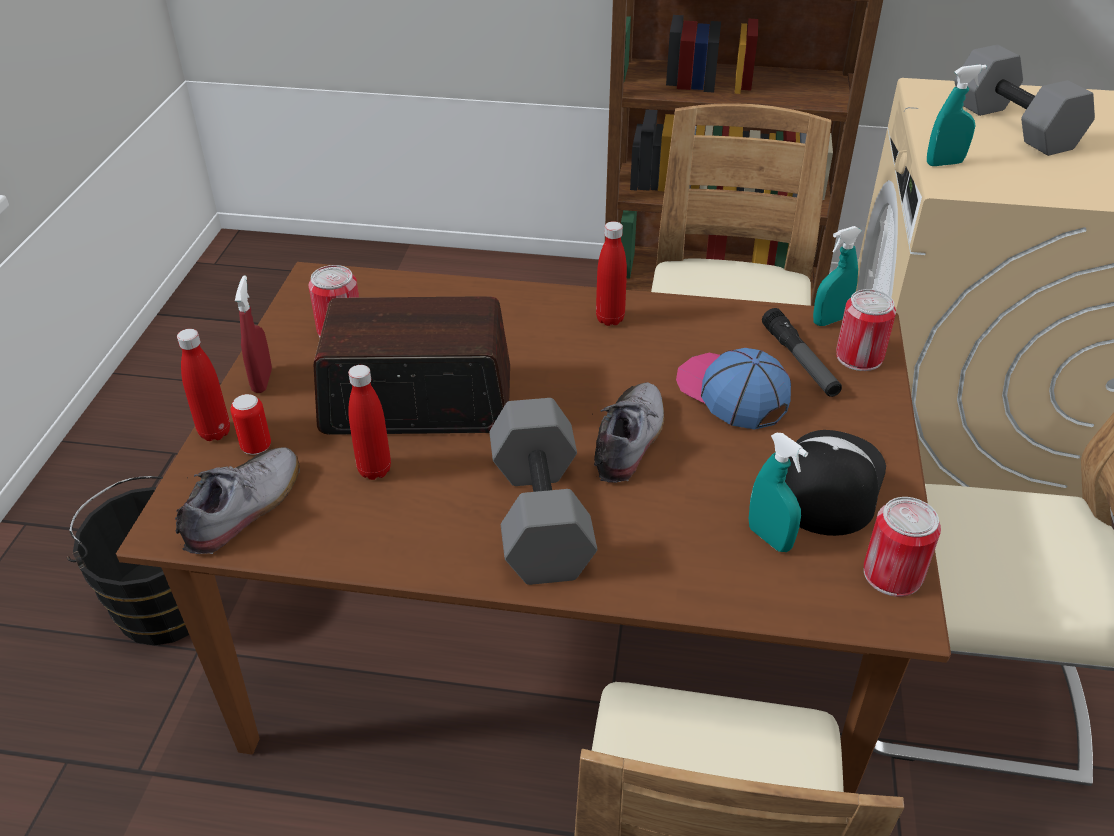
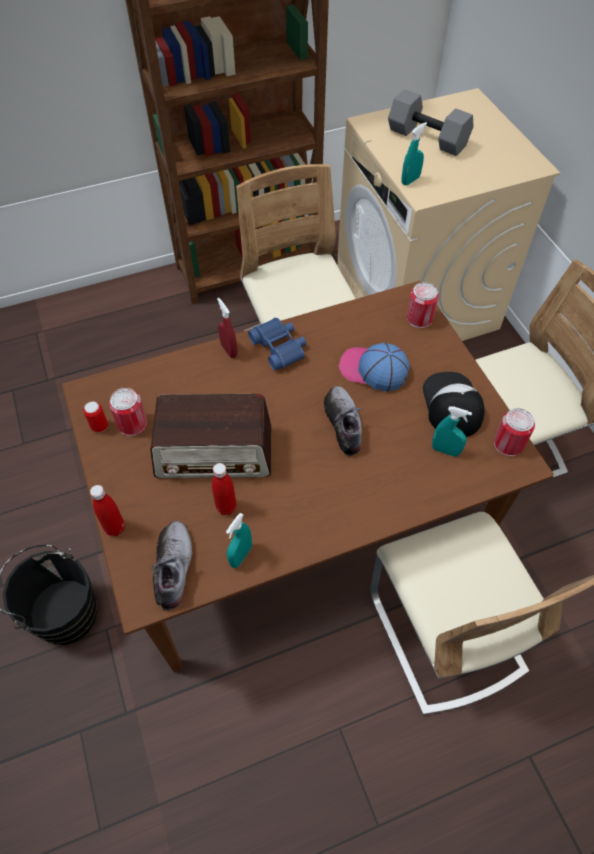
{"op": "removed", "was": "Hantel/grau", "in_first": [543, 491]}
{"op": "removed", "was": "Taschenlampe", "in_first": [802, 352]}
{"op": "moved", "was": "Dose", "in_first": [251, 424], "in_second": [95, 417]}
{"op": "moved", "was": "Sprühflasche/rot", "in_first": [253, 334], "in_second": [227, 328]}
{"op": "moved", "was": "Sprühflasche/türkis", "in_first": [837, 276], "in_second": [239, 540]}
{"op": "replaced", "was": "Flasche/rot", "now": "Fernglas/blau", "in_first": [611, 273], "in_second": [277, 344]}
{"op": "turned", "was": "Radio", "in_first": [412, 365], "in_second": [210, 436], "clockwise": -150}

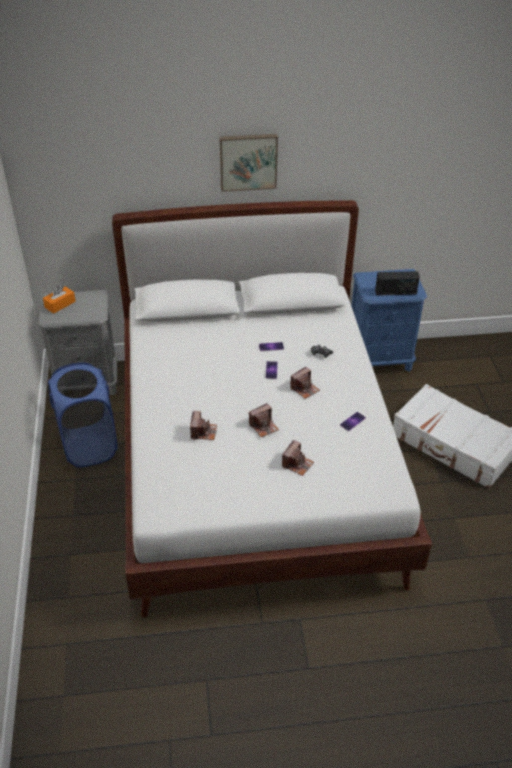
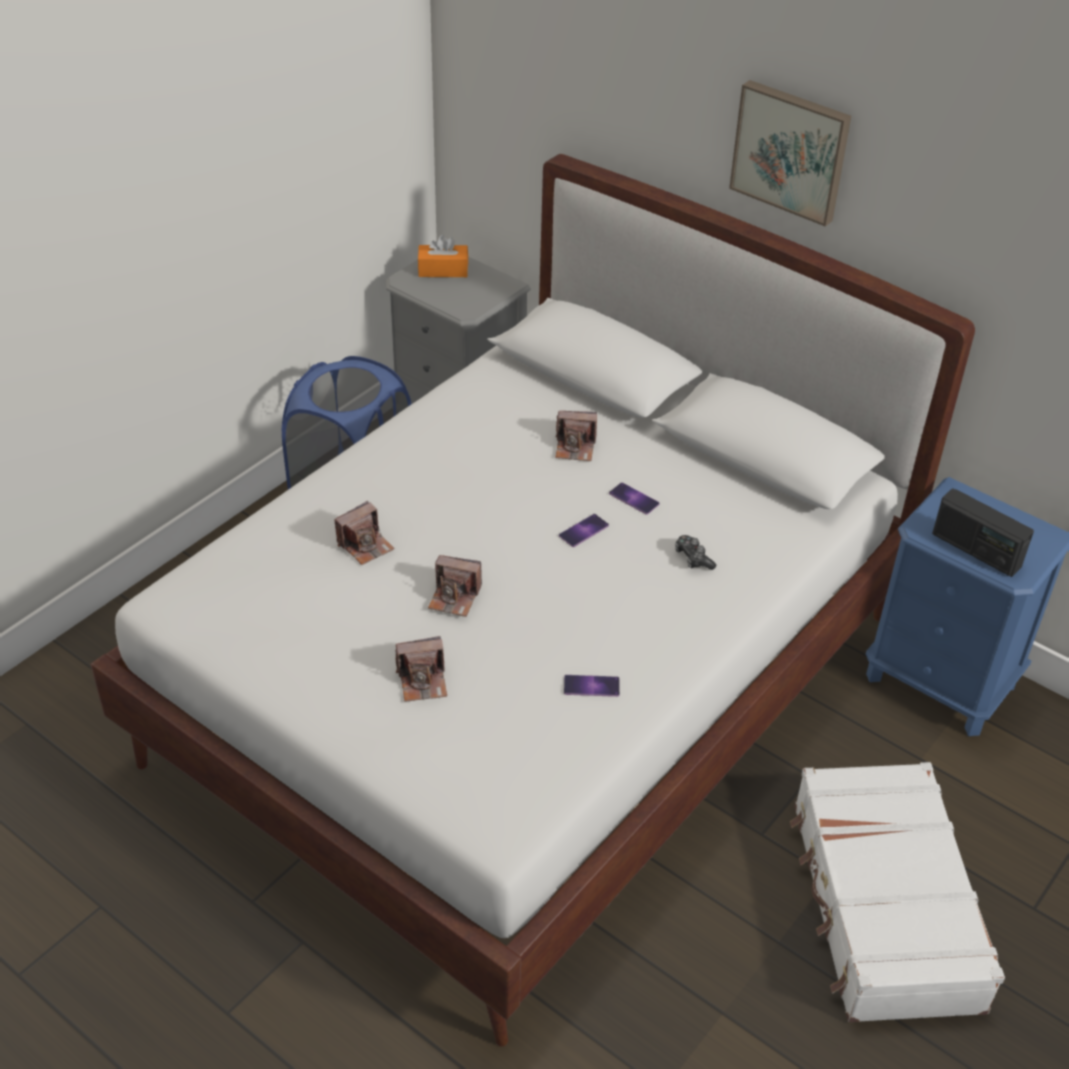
{"op": "moved", "was": "Kamera", "in_first": [305, 382], "in_second": [576, 436]}

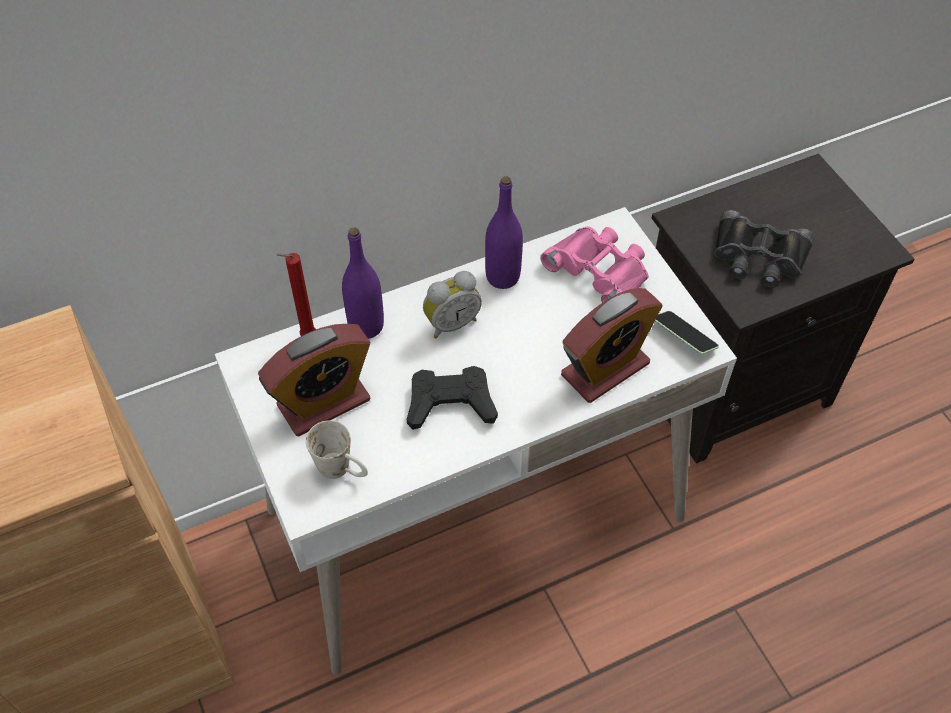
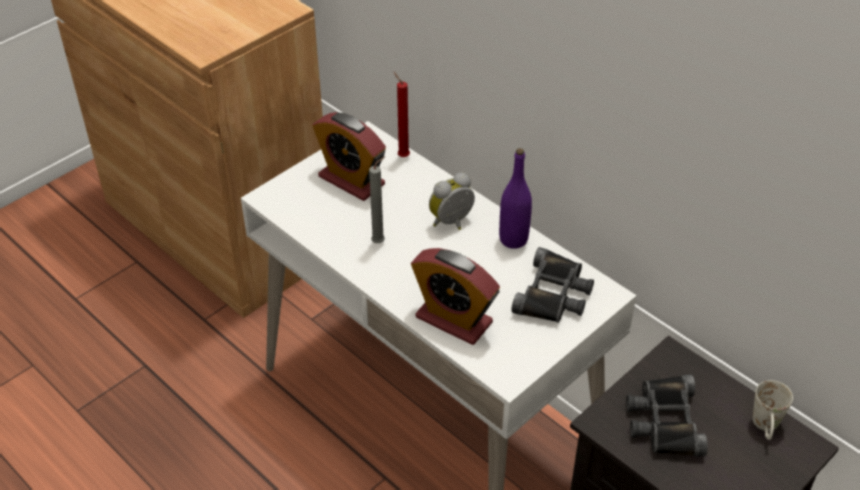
{"op": "removed", "was": "Flasche/lila", "in_first": [363, 283]}
{"op": "removed", "was": "Handy", "in_first": [687, 332]}
{"op": "moved", "was": "Henkelbecher/weiß", "in_first": [337, 449], "in_second": [772, 410]}
{"op": "replaced", "was": "Gamepad/schwarz", "now": "Kerze/grau", "in_first": [452, 398], "in_second": [377, 199]}
{"op": "recoloured", "was": "Fernglas/rosa", "now": "Fernglas/schwarz", "in_first": [594, 264], "in_second": [552, 285]}
{"op": "turned", "was": "Wecker", "in_first": [452, 305], "in_second": [452, 201], "clockwise": 105}

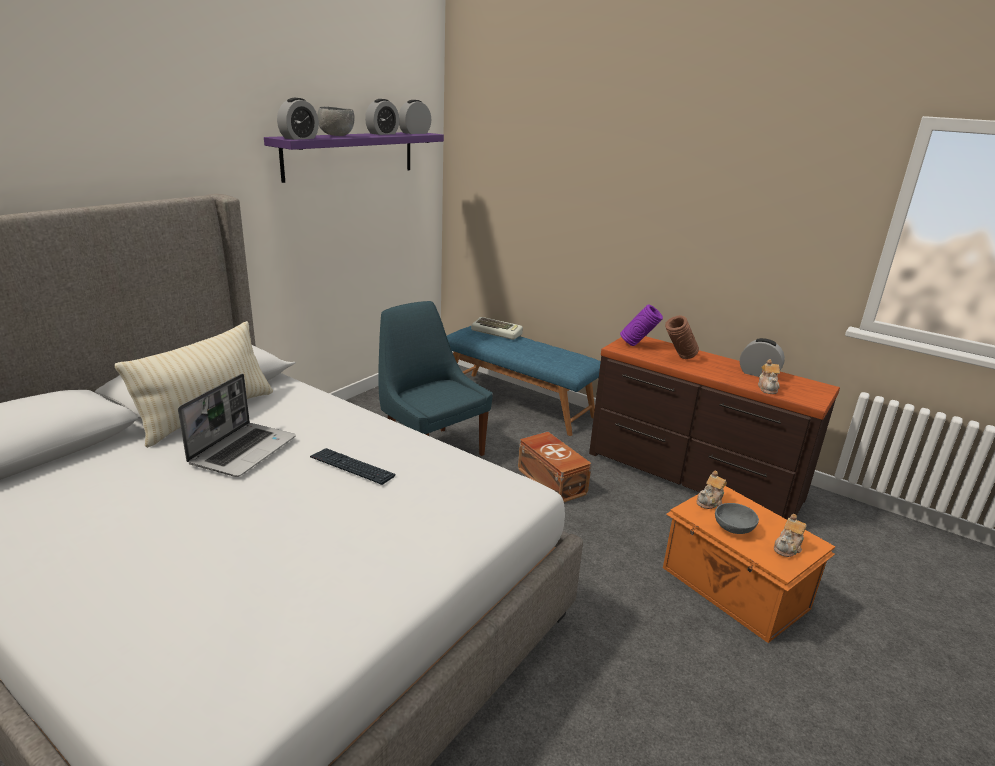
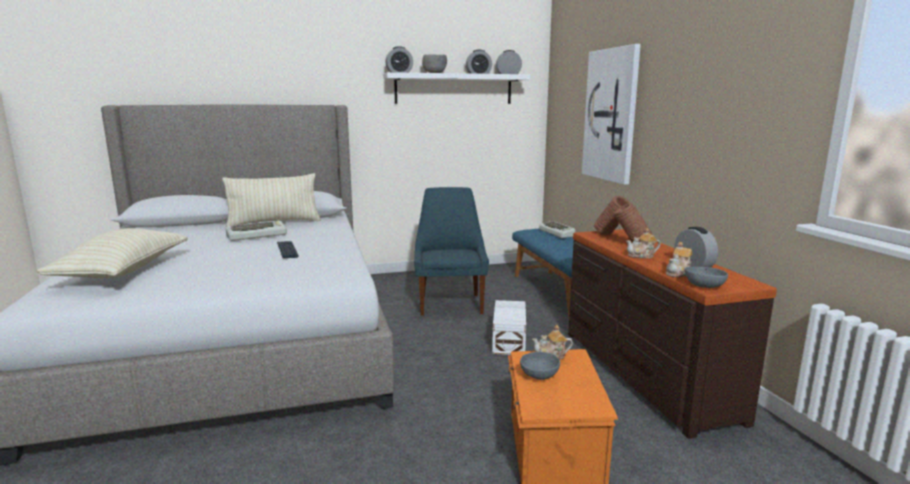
{"op": "added", "now": "Kissen/beige", "in_second": [112, 253]}
{"op": "added", "now": "Bild", "in_second": [611, 114]}
{"op": "added", "now": "Schüssel/grau", "in_second": [706, 277]}
{"op": "moved", "was": "Teekanne", "in_first": [790, 535], "in_second": [643, 243]}
{"op": "replaced", "was": "Laptop", "now": "Tastatur", "in_first": [237, 425], "in_second": [256, 231]}
{"op": "recoloured", "was": "Wandregal/lila", "now": "Wandregal/weiß", "in_first": [354, 157], "in_second": [456, 88]}
{"op": "recoloured", "was": "Aufbewahrungsbox/braun", "now": "Aufbewahrungsbox/weiß", "in_first": [555, 467], "in_second": [509, 327]}
{"op": "recoloured", "was": "Vase/lila", "now": "Vase/braun", "in_first": [641, 325], "in_second": [612, 215]}

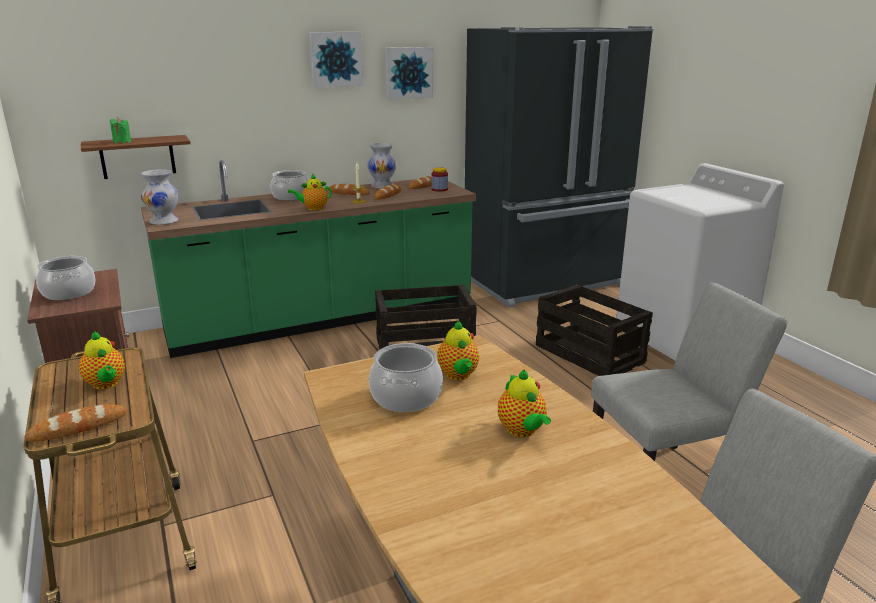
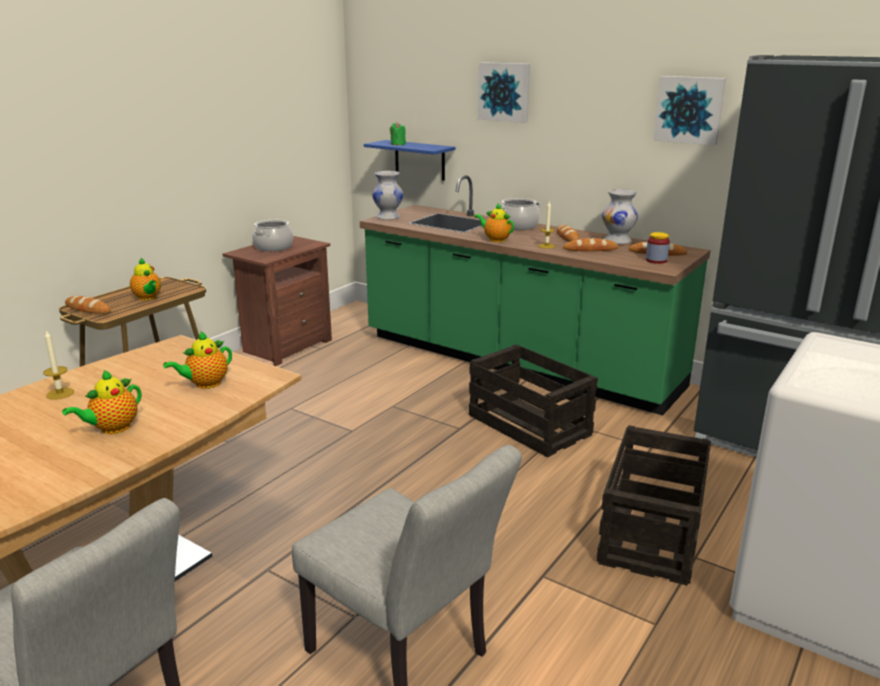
{"op": "removed", "was": "Kochtopf", "in_first": [406, 377]}
{"op": "added", "now": "Kerze", "in_second": [58, 365]}
{"op": "moved", "was": "Bild", "in_first": [336, 60], "in_second": [504, 92]}
{"op": "recoloured", "was": "Wandregal/braun", "now": "Wandregal/blau", "in_first": [136, 157], "in_second": [409, 160]}
{"op": "turned", "was": "Teekanne", "in_first": [102, 360], "in_second": [145, 279], "clockwise": -60}

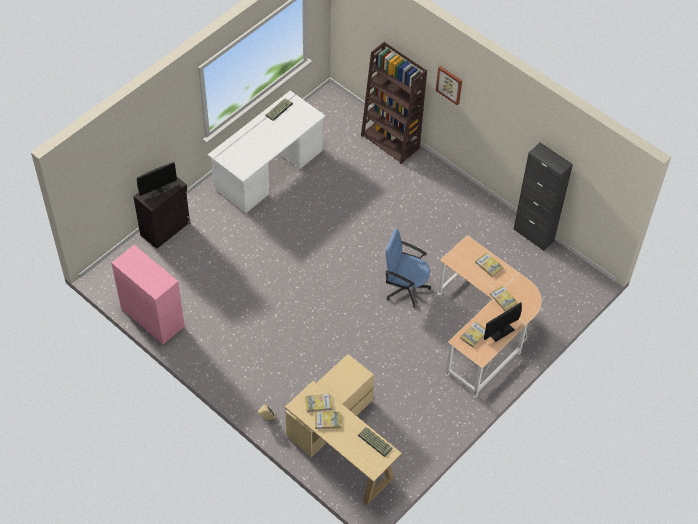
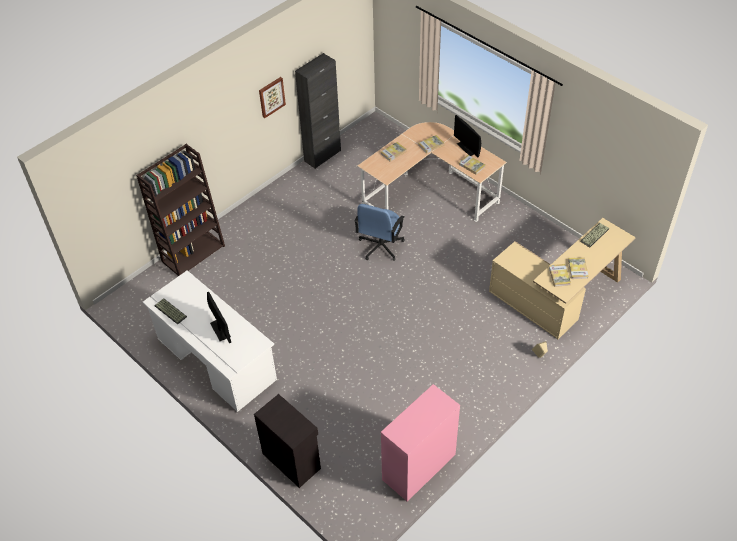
{"op": "moved", "was": "Monitor", "in_first": [157, 179], "in_second": [219, 317]}
{"op": "moved", "was": "Bild", "in_first": [449, 86], "in_second": [272, 97]}

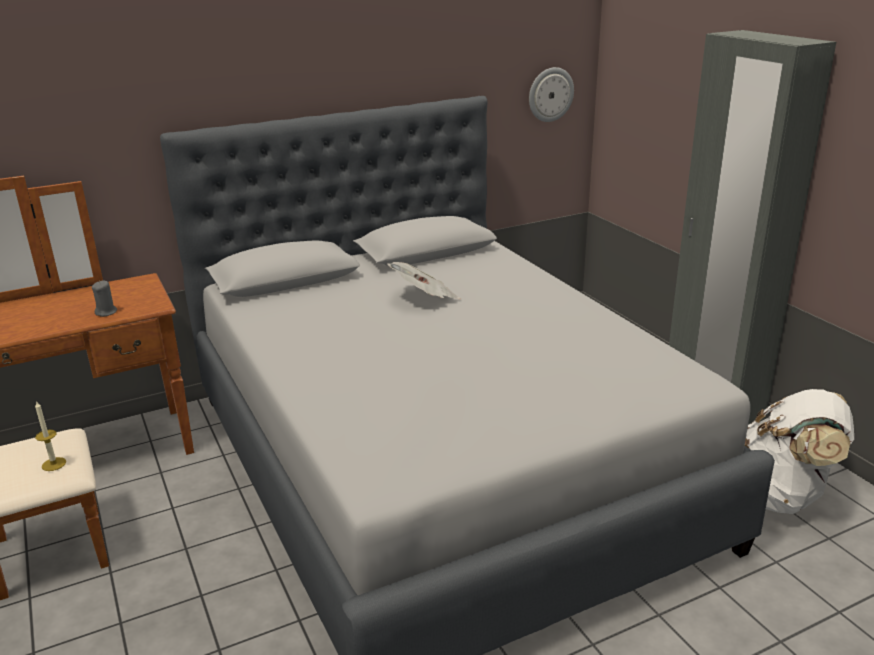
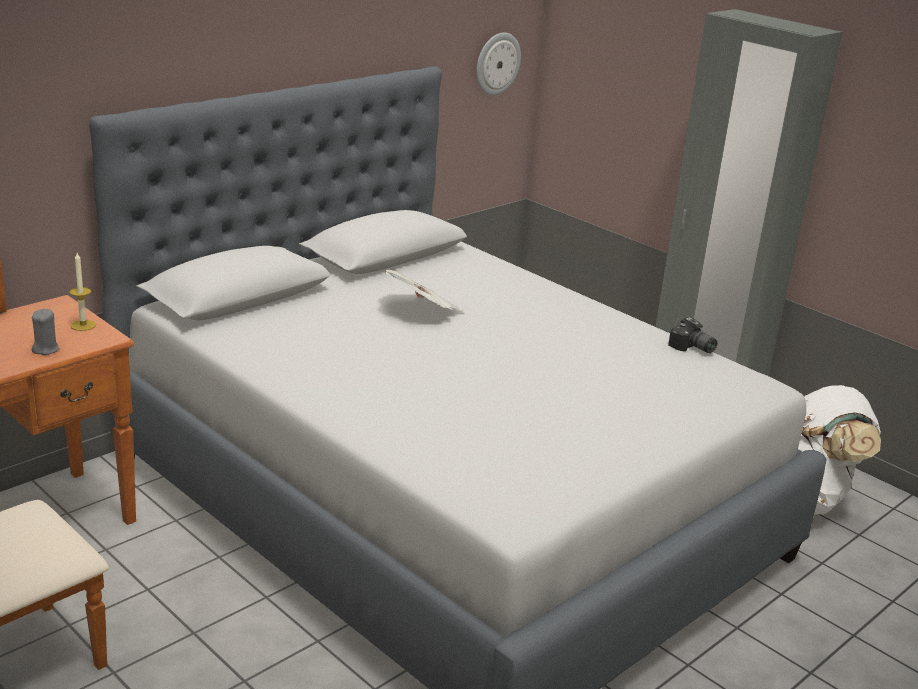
{"op": "added", "now": "Kamera", "in_second": [692, 335]}
{"op": "moved", "was": "Kerze", "in_first": [50, 436], "in_second": [82, 292]}

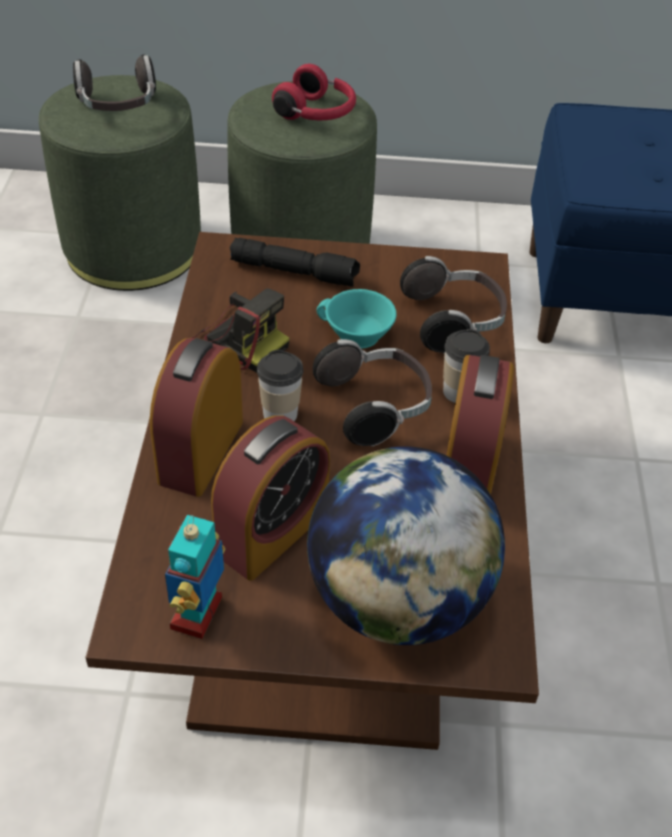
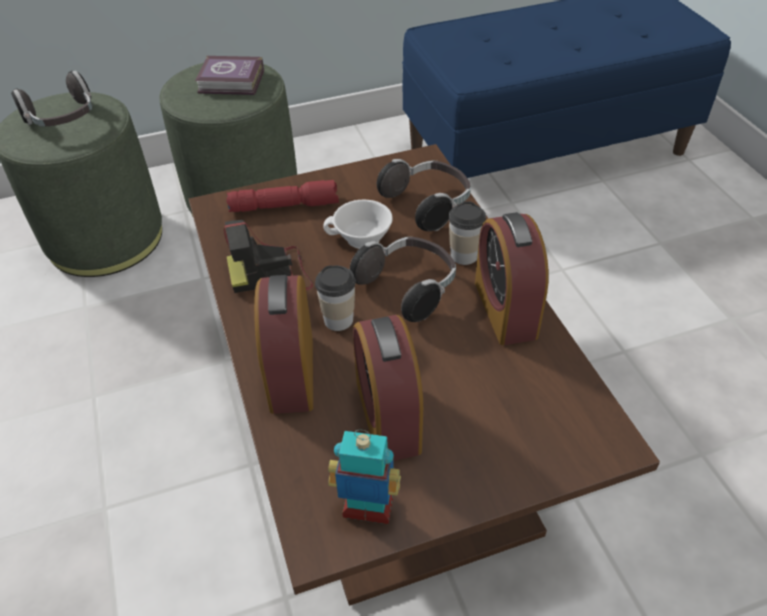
{"op": "removed", "was": "Globus", "in_first": [406, 545]}
{"op": "replaced", "was": "Kopfhörer/rot", "now": "Buch", "in_first": [314, 92], "in_second": [229, 75]}
{"op": "recoloured", "was": "Taschenlampe/schwarz", "now": "Taschenlampe/rot", "in_first": [295, 262], "in_second": [282, 196]}
{"op": "recoloured", "was": "Tasse/türkis", "now": "Tasse/weiß", "in_first": [357, 319], "in_second": [358, 224]}
{"op": "turned", "was": "Spielzeugroboter", "in_first": [195, 577], "in_second": [364, 477], "clockwise": 105}
{"op": "turned", "was": "Kamera", "in_first": [241, 330], "in_second": [268, 256], "clockwise": 150}
{"op": "turned", "was": "Wecker", "in_first": [270, 498], "in_second": [388, 388], "clockwise": 150}

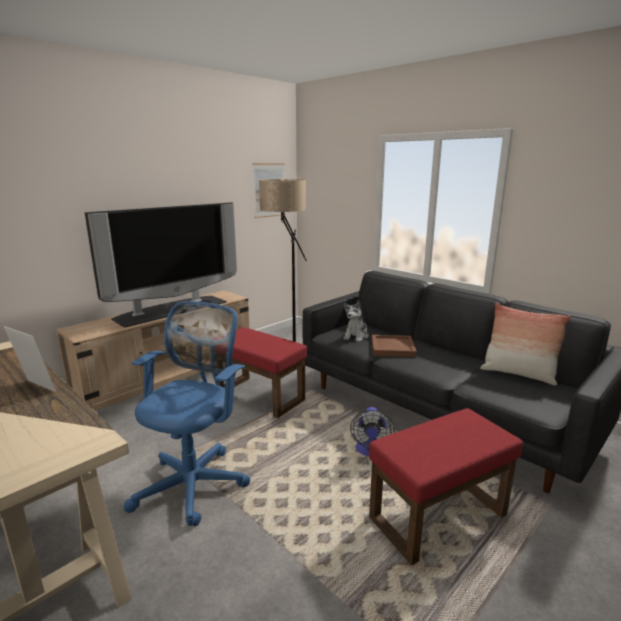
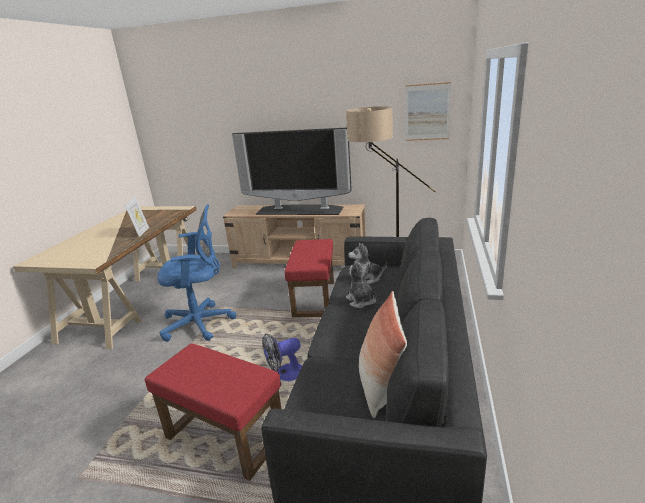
{"op": "replaced", "was": "Tablett/braun", "now": "Plüschtier", "in_first": [394, 346], "in_second": [361, 284]}

